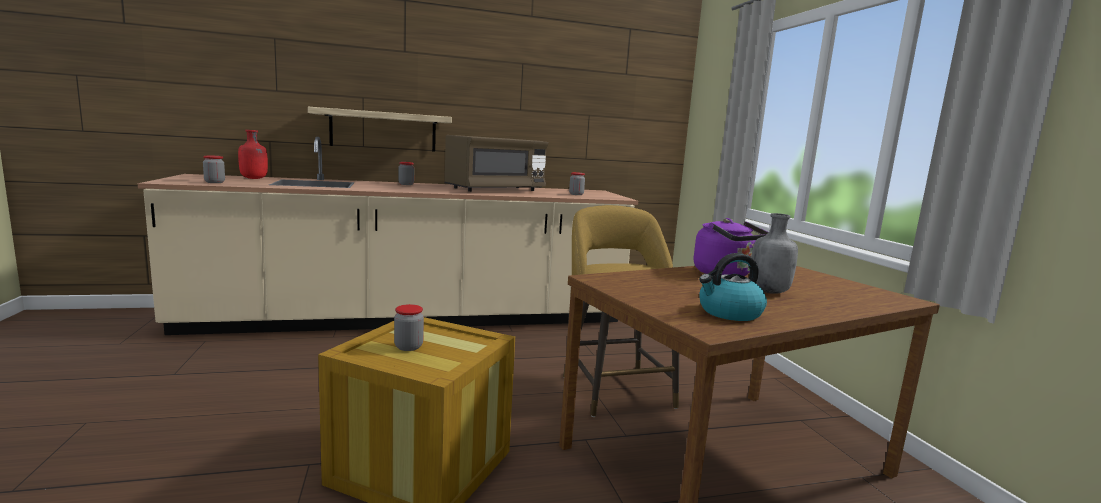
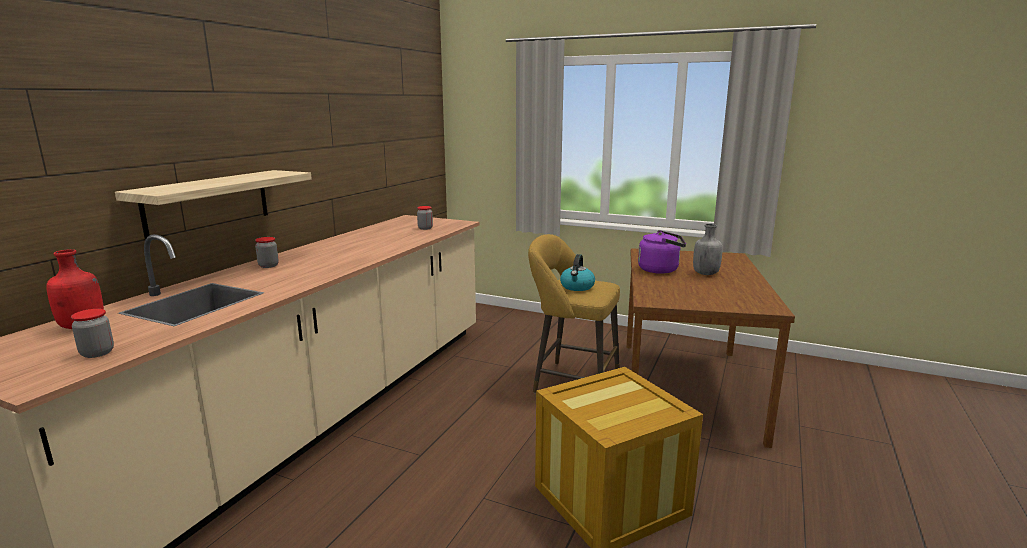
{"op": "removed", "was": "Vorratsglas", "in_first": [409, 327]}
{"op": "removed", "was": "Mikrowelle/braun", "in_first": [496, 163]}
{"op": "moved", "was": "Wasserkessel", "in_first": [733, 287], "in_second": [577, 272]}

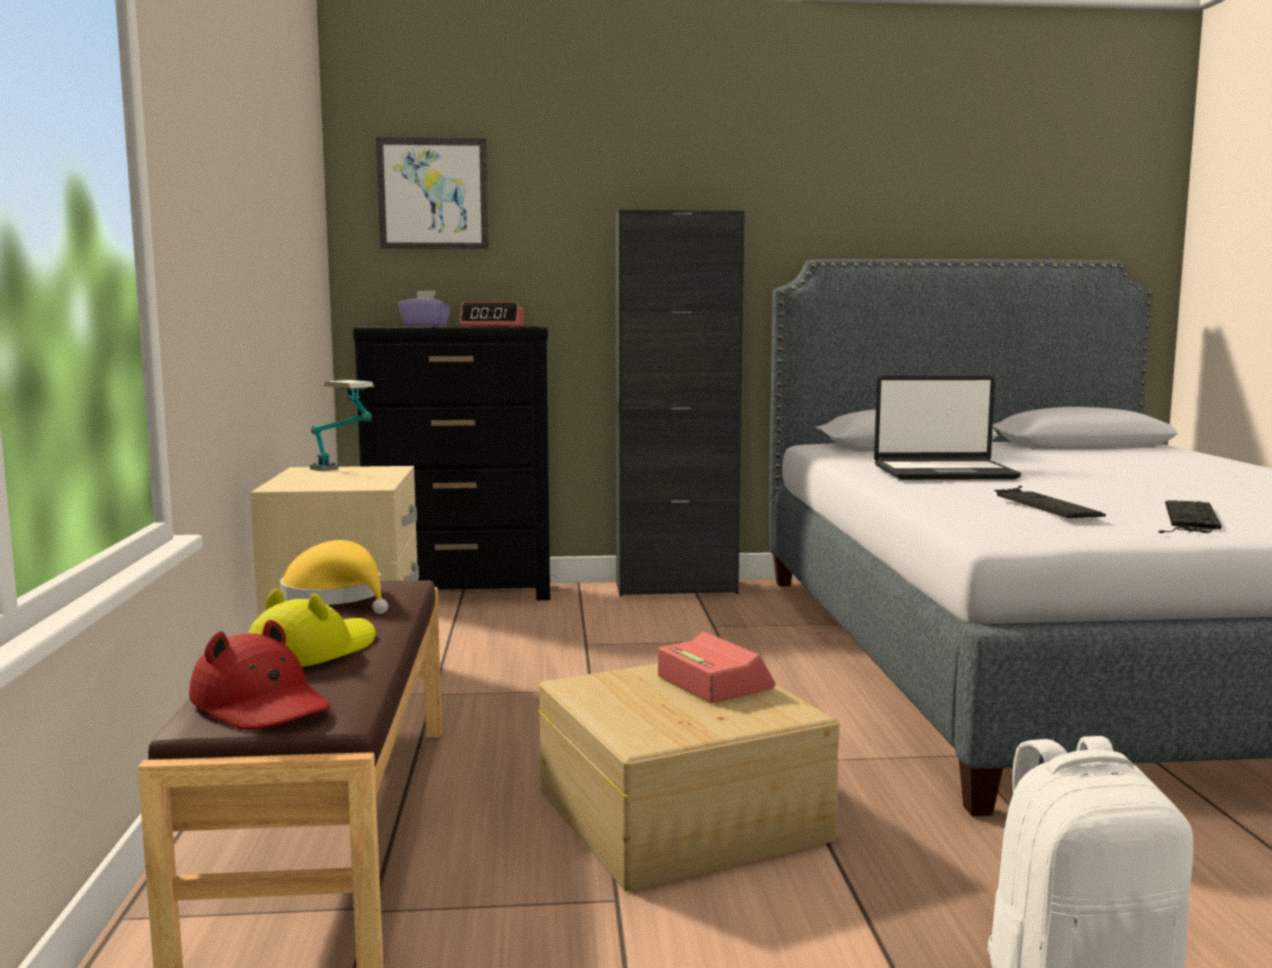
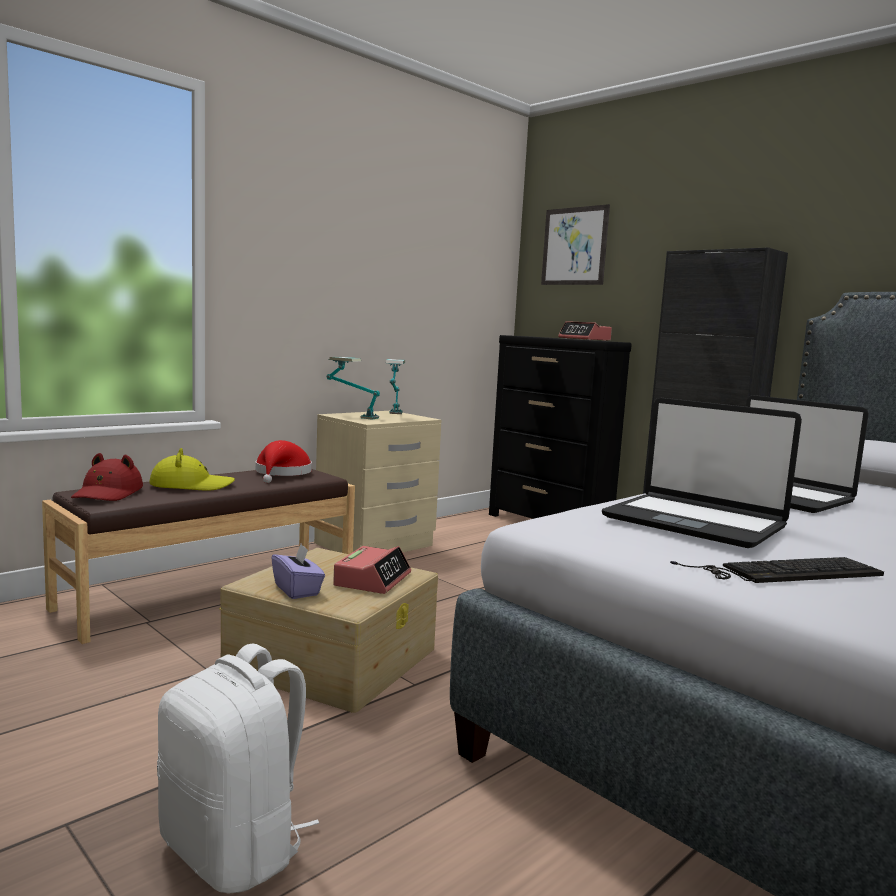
{"op": "added", "now": "Tischlampe", "in_second": [353, 388]}
{"op": "moved", "was": "Taschentuchbox/lila", "in_first": [425, 308], "in_second": [298, 571]}
{"op": "replaced", "was": "Tastatur", "now": "Laptop", "in_first": [1050, 502], "in_second": [702, 473]}
{"op": "recoloured", "was": "Hut/gelb", "now": "Hut/rot", "in_first": [334, 577], "in_second": [283, 461]}

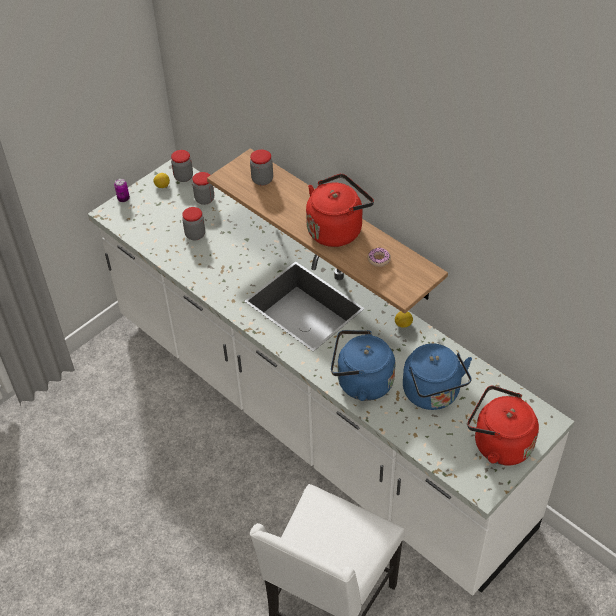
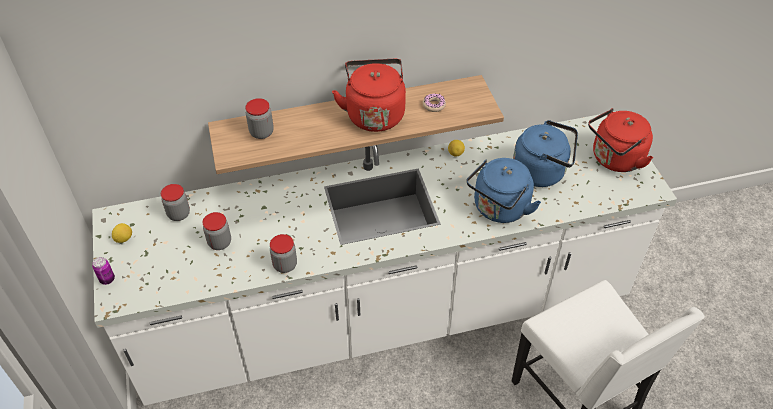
{"op": "moved", "was": "Vorratsglas", "in_first": [182, 166], "in_second": [283, 253]}

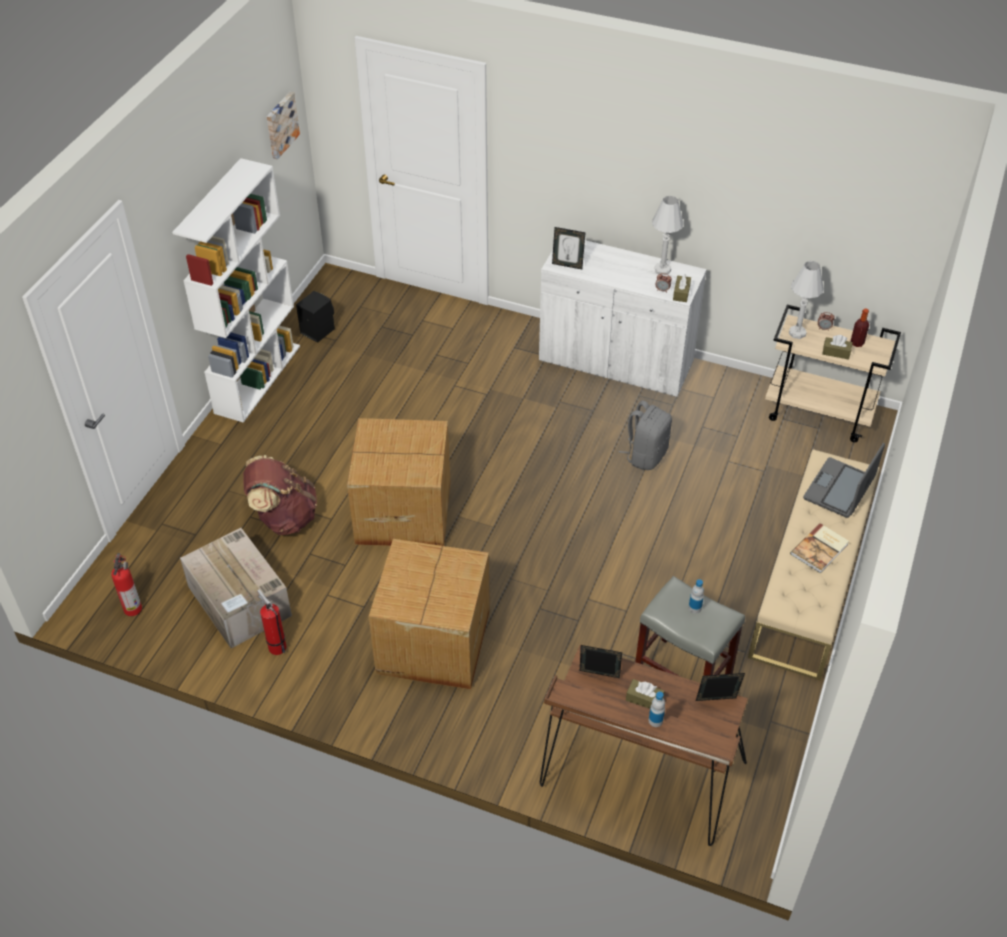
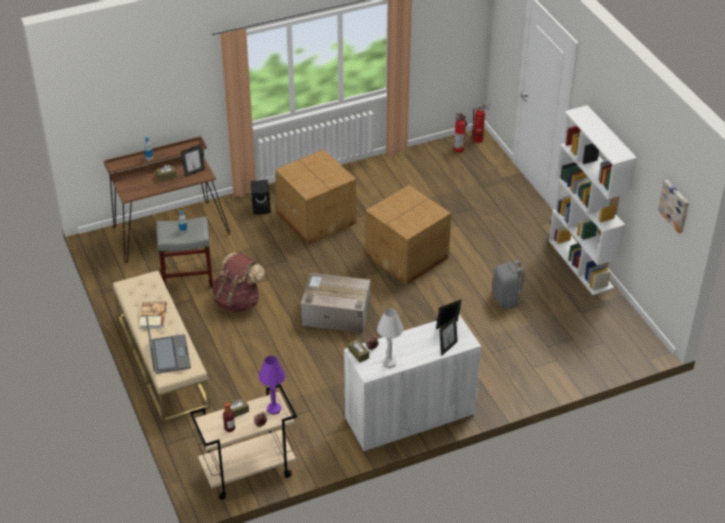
{"op": "moved", "was": "Karton", "in_first": [236, 588], "in_second": [336, 303]}
{"op": "moved", "was": "Rucksack/braun", "in_first": [280, 495], "in_second": [239, 282]}
{"op": "moved", "was": "Feuerlöscher", "in_first": [271, 622], "in_second": [480, 123]}
{"op": "moved", "was": "Lautsprecher/schwarz", "in_first": [315, 317], "in_second": [261, 197]}
{"op": "moved", "was": "Rucksack/grau", "in_first": [645, 435], "in_second": [510, 284]}
{"op": "moved", "was": "Bilderrahmen", "in_first": [720, 687], "in_second": [448, 335]}
{"op": "recoloured", "was": "Tischlampe/weiß", "now": "Tischlampe/lila", "in_first": [806, 300], "in_second": [272, 385]}

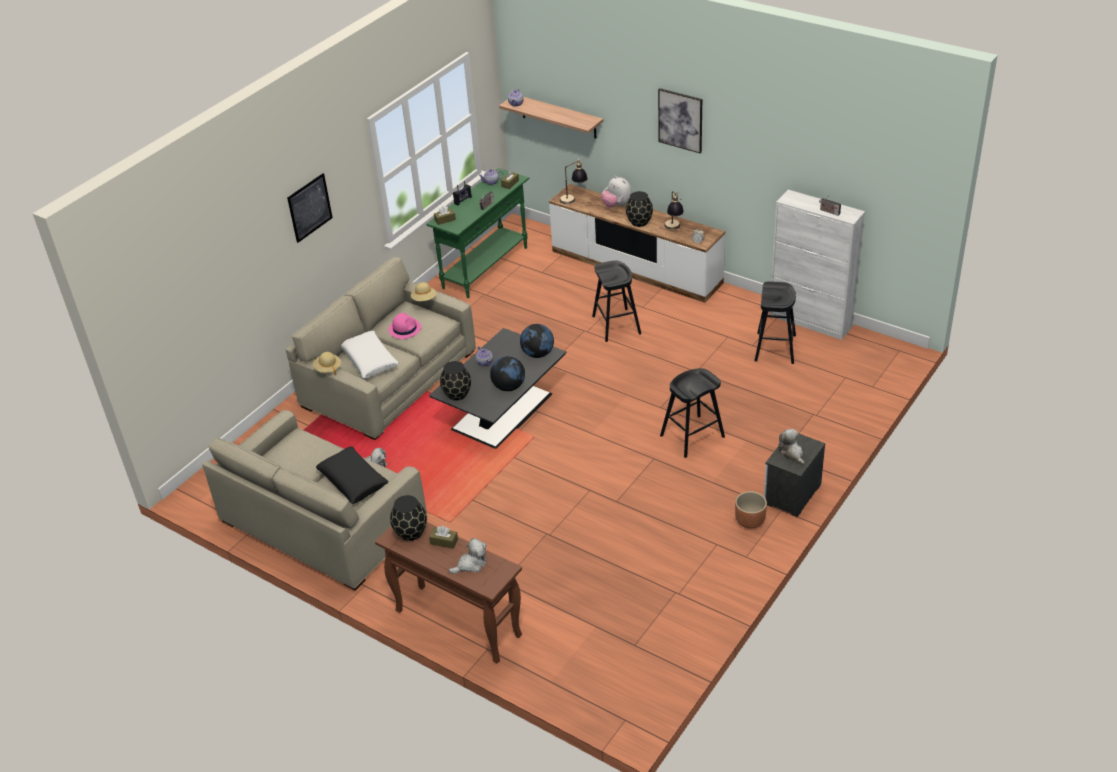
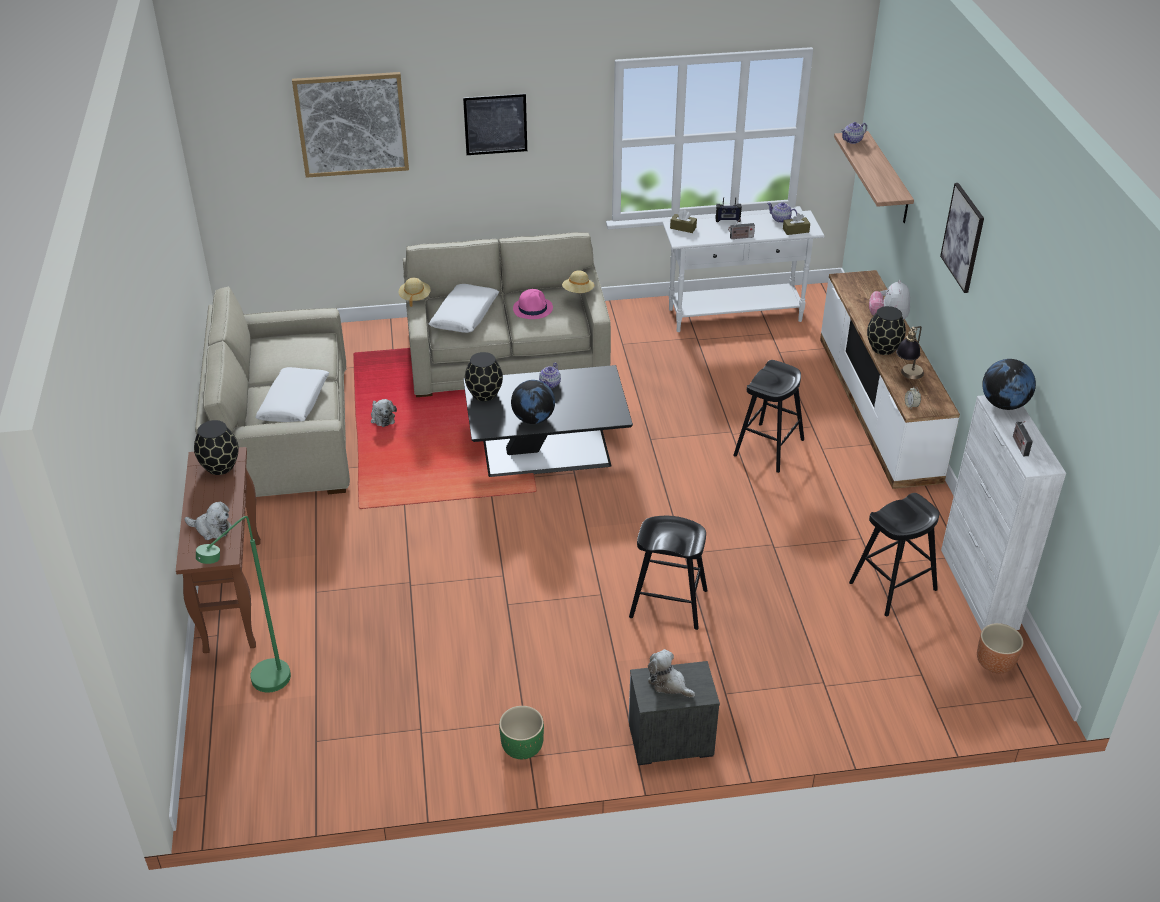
{"op": "removed", "was": "Taschentuchbox/braun", "in_first": [443, 537]}
{"op": "removed", "was": "Tischlampe", "in_first": [574, 181]}
{"op": "added", "now": "Stehlampe/grün", "in_second": [243, 604]}
{"op": "added", "now": "Bild", "in_second": [350, 125]}
{"op": "added", "now": "Pflanzkübel/grün", "in_second": [521, 732]}
{"op": "moved", "was": "Globus", "in_first": [537, 341], "in_second": [1009, 384]}
{"op": "moved", "was": "Pflanzkübel/braun", "in_first": [751, 510], "in_second": [1000, 648]}
{"op": "recoloured", "was": "Kissen/schwarz", "now": "Kissen/weiß", "in_first": [352, 475], "in_second": [292, 394]}
{"op": "recoloured", "was": "Konsolentisch/grün", "now": "Konsolentisch/weiß", "in_first": [477, 233], "in_second": [744, 271]}
{"op": "turned", "was": "Plüschtier", "in_first": [791, 447], "in_second": [671, 673], "clockwise": -75}

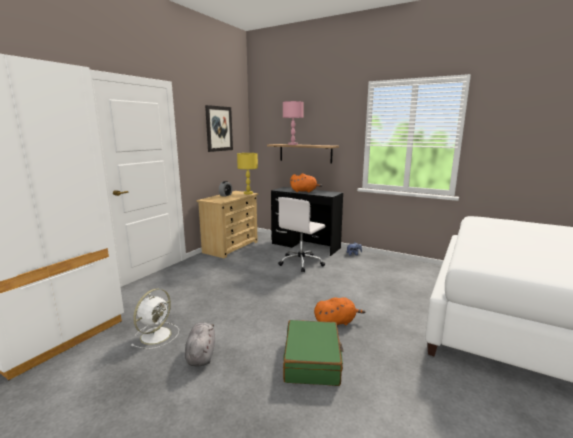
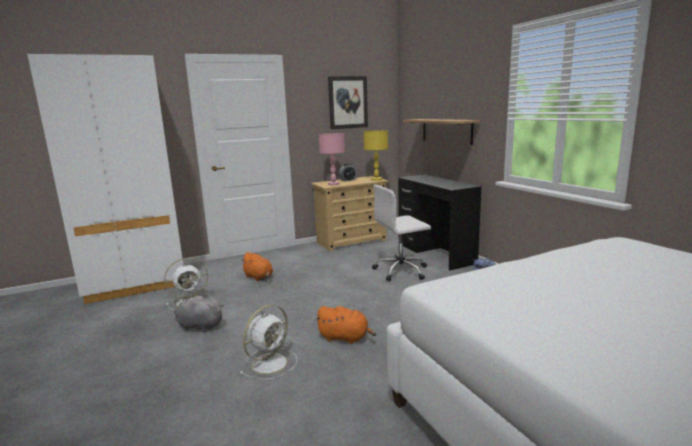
{"op": "moved", "was": "Tischlampe/rosa", "in_first": [293, 123], "in_second": [332, 159]}
{"op": "moved", "was": "Plüschtier/orange", "in_first": [306, 182], "in_second": [256, 266]}
{"op": "replaced", "was": "Koffer/grün", "now": "Ventilator/weiß", "in_first": [313, 353], "in_second": [268, 342]}
{"op": "turned", "was": "Plüschtier/grau", "in_first": [200, 344], "in_second": [199, 314], "clockwise": -105}

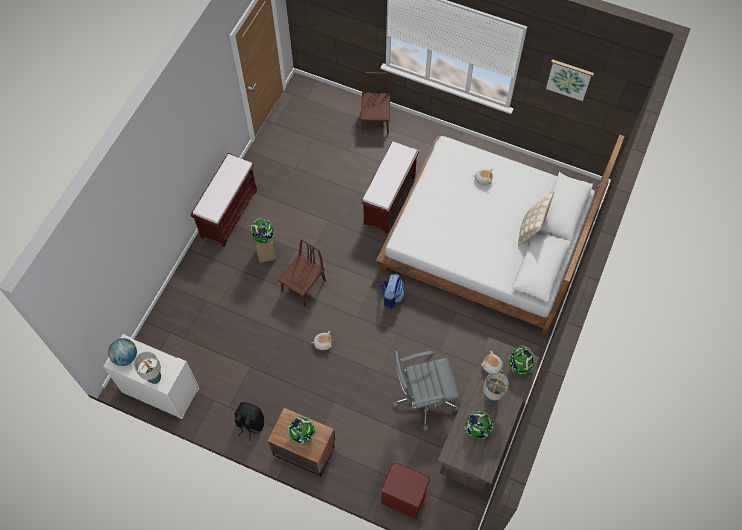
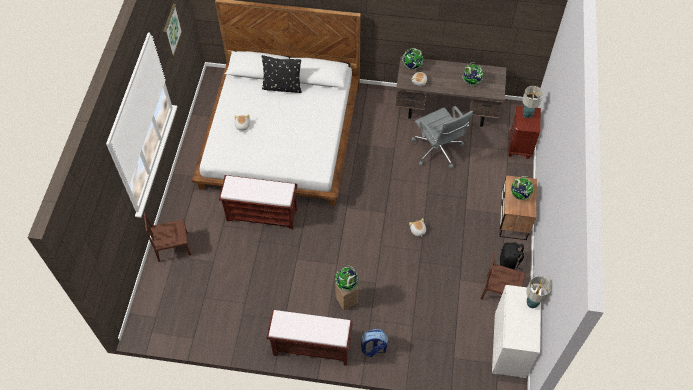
{"op": "removed", "was": "Globus", "in_first": [122, 352]}
{"op": "moved", "was": "Stuhl/braun", "in_first": [302, 273], "in_second": [503, 275]}
{"op": "moved", "was": "Rucksack", "in_first": [392, 291], "in_second": [374, 343]}
{"op": "moved", "was": "Tischlampe", "in_first": [496, 388], "in_second": [532, 102]}
{"op": "recoloured", "was": "Kissen/beige", "now": "Kissen/schwarz", "in_first": [536, 218], "in_second": [281, 74]}

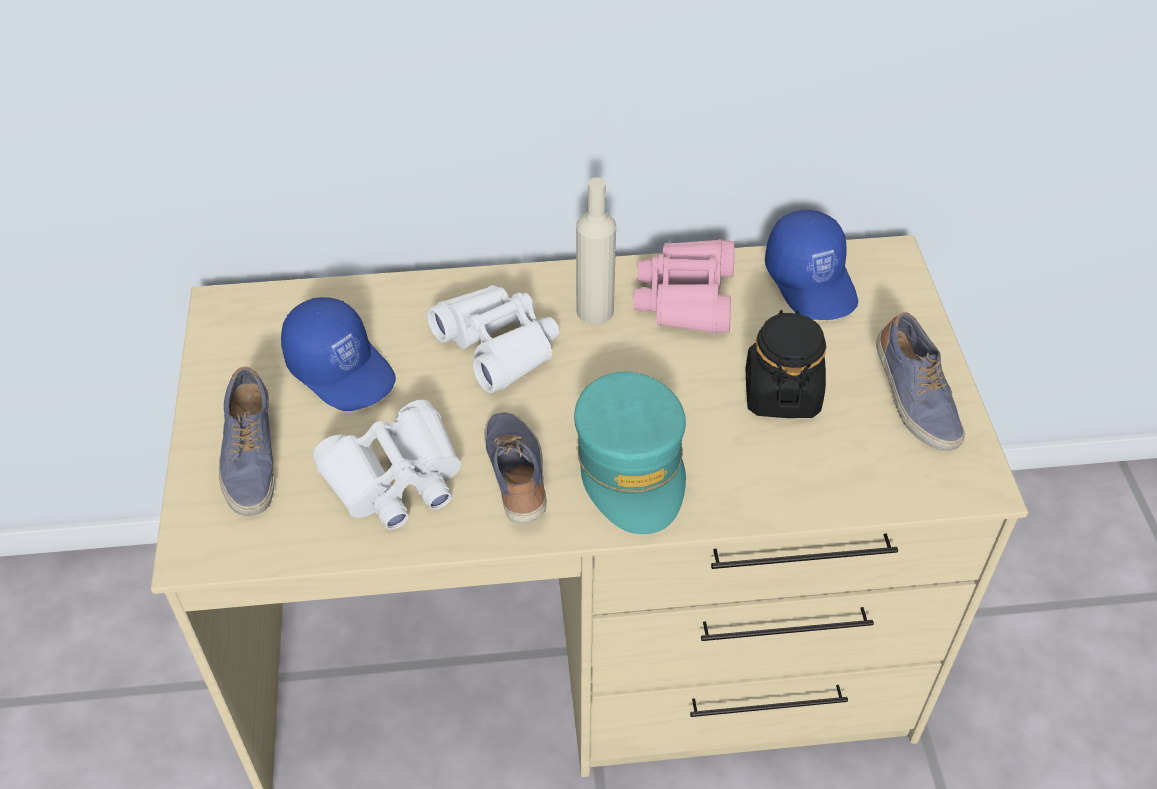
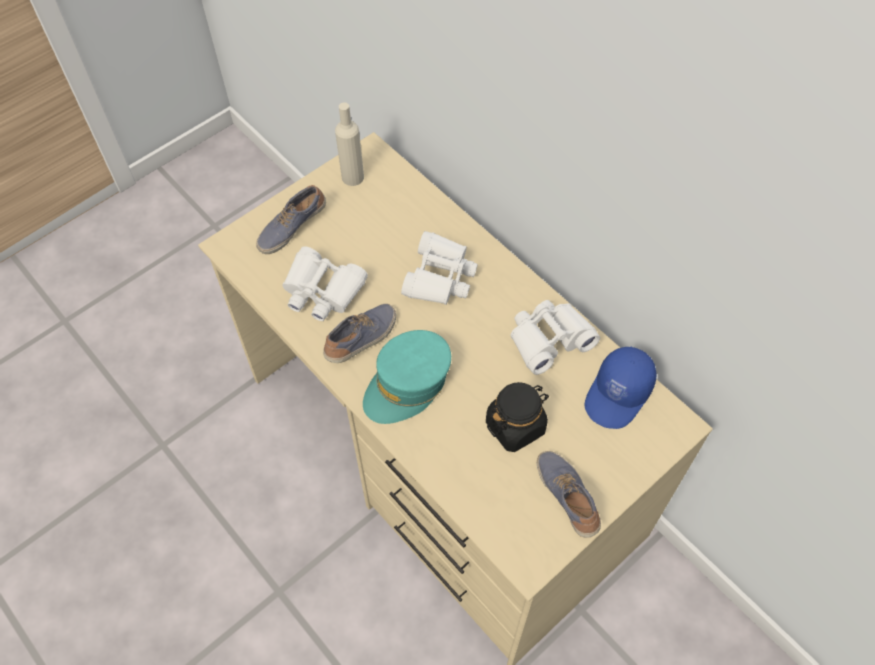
{"op": "removed", "was": "Kappe/blau", "in_first": [338, 354]}
{"op": "moved", "was": "Flasche/beige", "in_first": [596, 250], "in_second": [349, 144]}
{"op": "recoloured", "was": "Fernglas/rosa", "now": "Fernglas/weiß", "in_first": [684, 286], "in_second": [555, 337]}
{"op": "turned", "was": "Schuh", "in_first": [920, 381], "in_second": [569, 494], "clockwise": 120}

